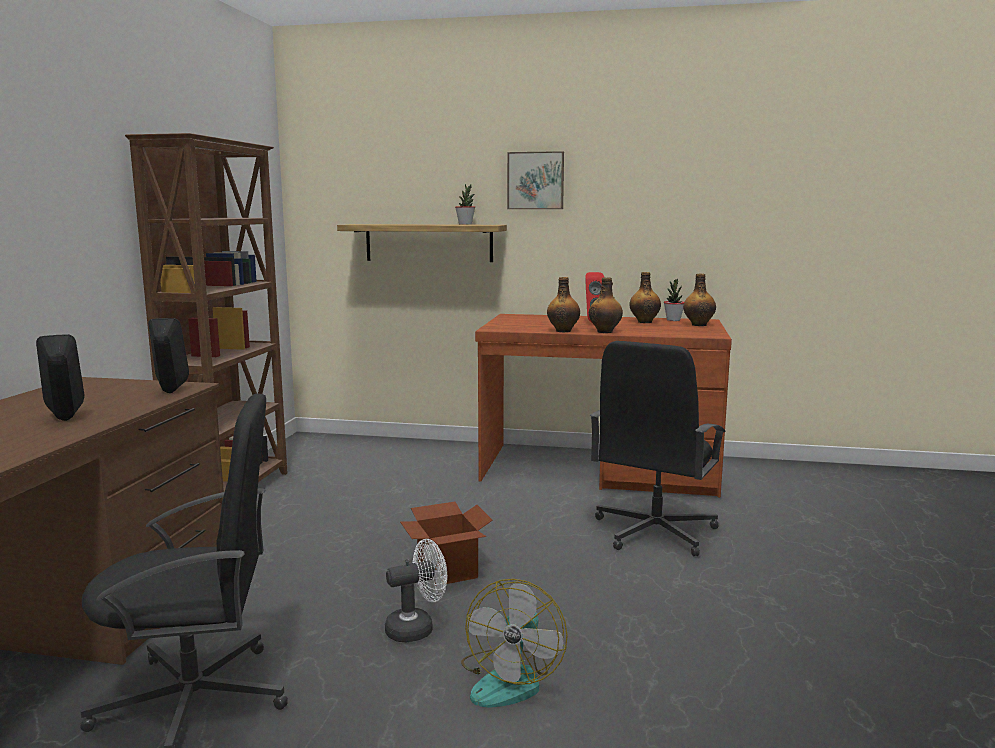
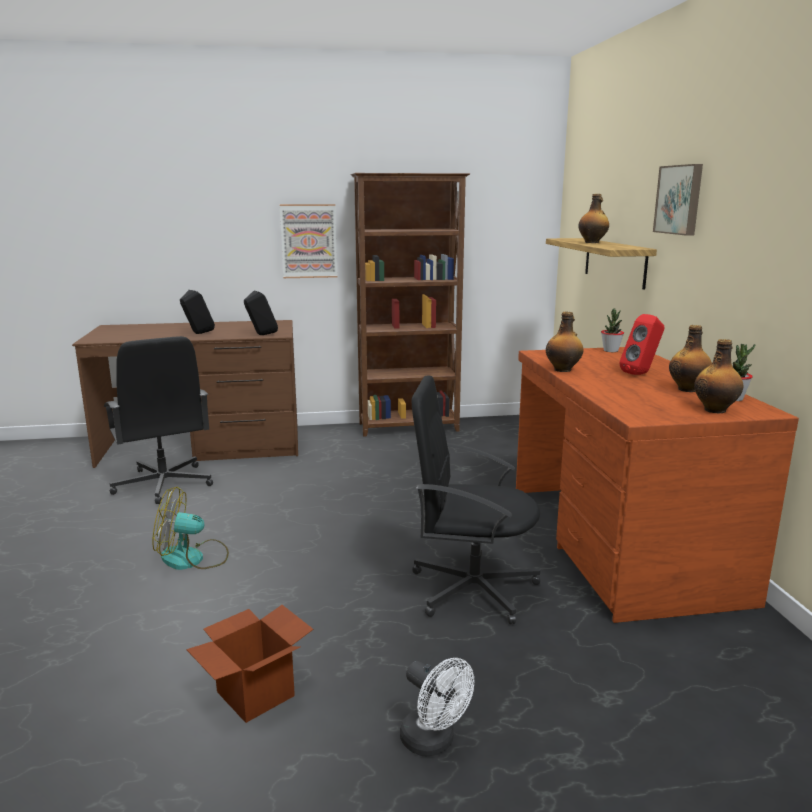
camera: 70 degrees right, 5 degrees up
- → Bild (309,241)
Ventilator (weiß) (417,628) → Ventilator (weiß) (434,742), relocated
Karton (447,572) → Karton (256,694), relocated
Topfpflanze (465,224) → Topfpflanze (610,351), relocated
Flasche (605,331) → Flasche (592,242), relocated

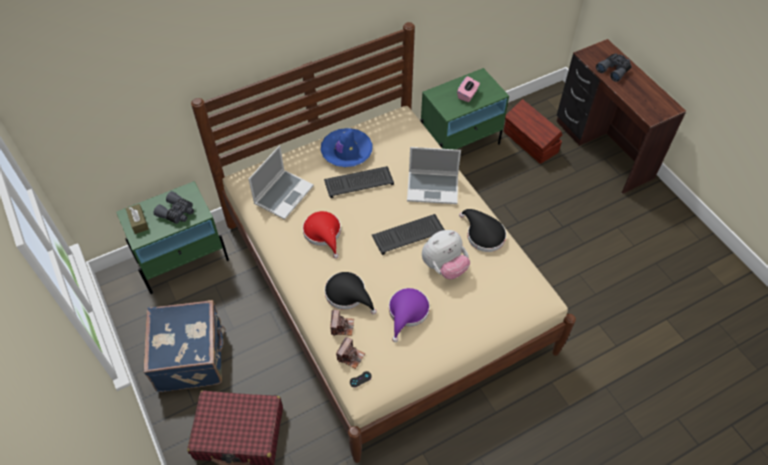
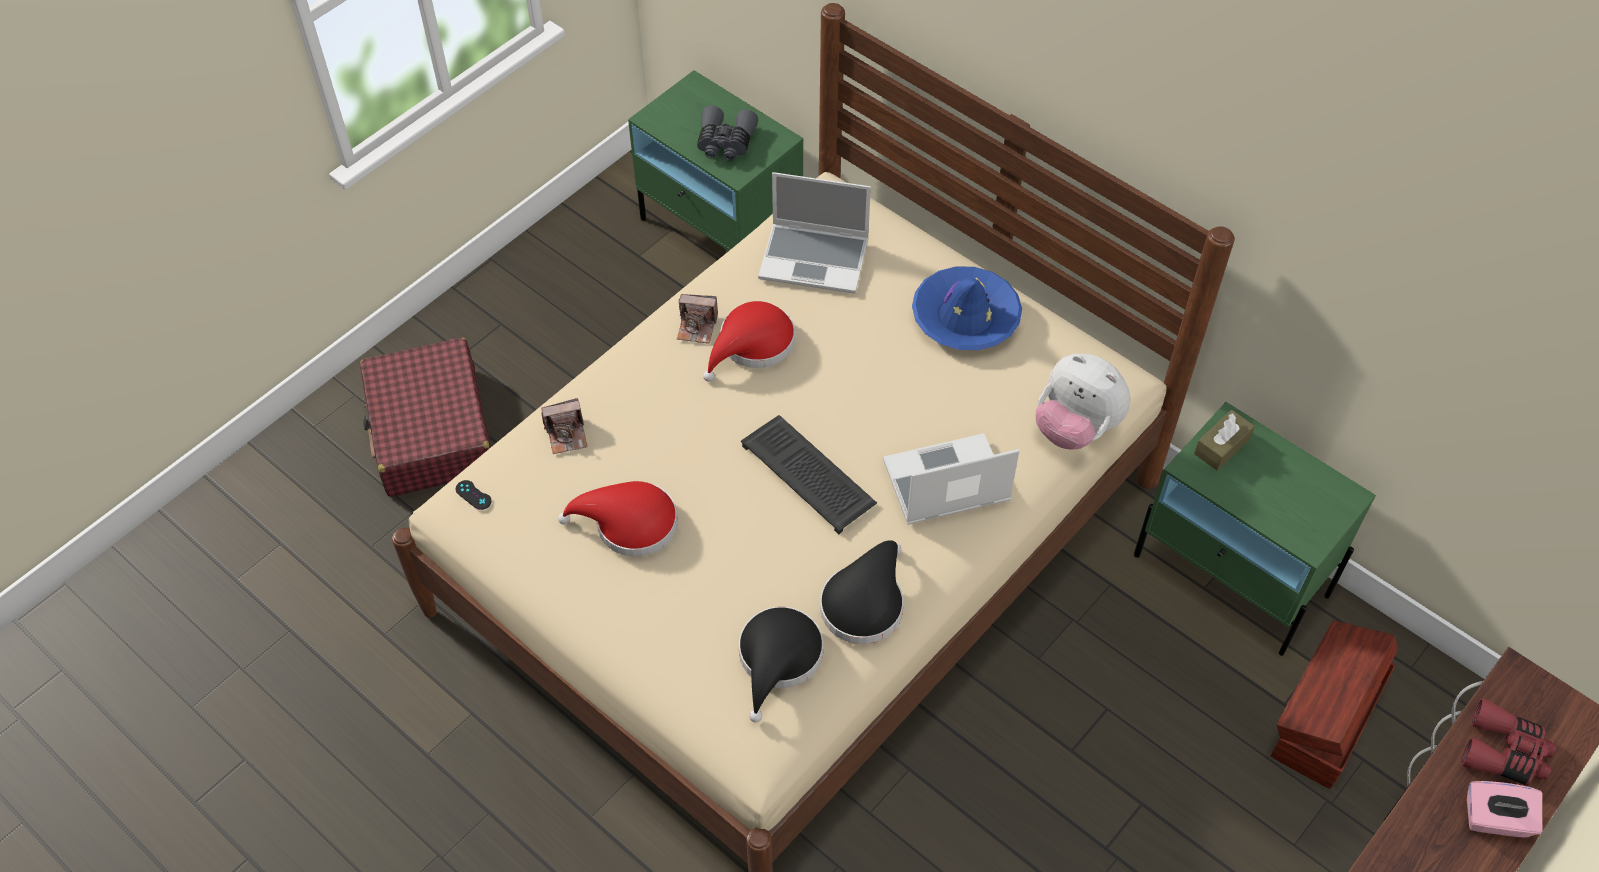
camera: 70 degrees right, 0 degrees up
Koffer (blau) (192,357) → -
Tastatur (359,182) → -
Taschentuchbox (braun) (138,222) → Taschentuchbox (braun) (1221,446), relocated
Hut (schwarz) (348,295) → Hut (schwarz) (778,659), relocated
Kamera (350,356) → Kamera (697,327), relocated
Plüschtier (444,267) → Plüschtier (1075,428), relocated
Taschentuchbox (rosa) (467,95) → Taschentuchbox (rosa) (1495,820), relocated
Hut (lila) (407,313) → Hut (rot) (629,524)
Fernglas (grau) (614,70) → Fernglas (rot) (1504,752)
Laptop (433,188) → Laptop (945,483), 90 degrees clockwise

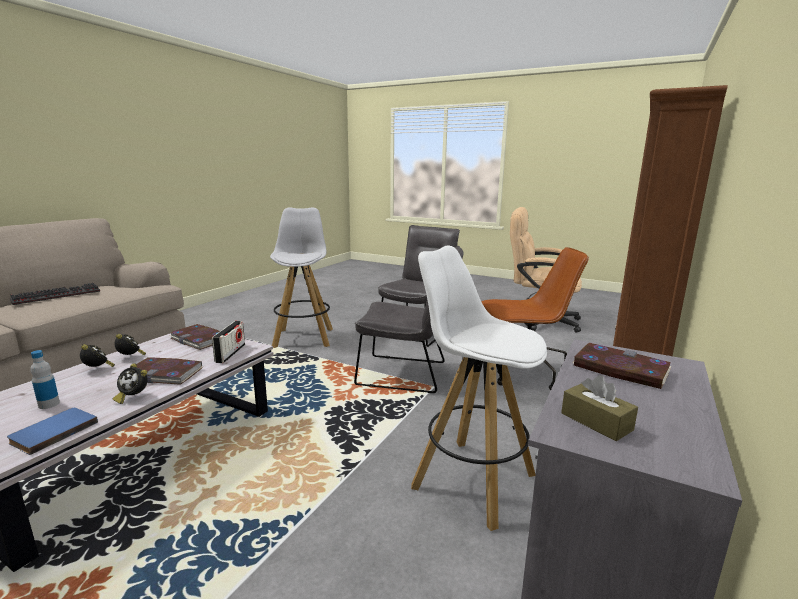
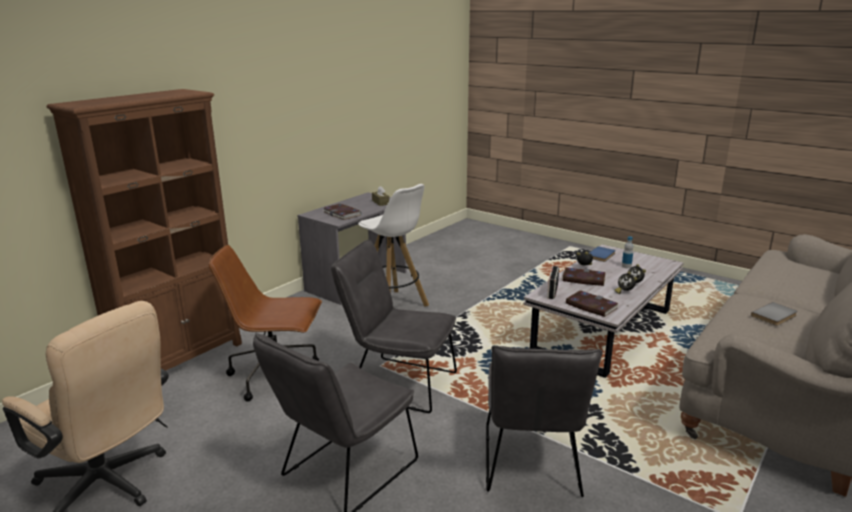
camera: 170 degrees left, 5 degrees up
Tastatur (58,295) → Buch (grau) (775,316)
Hocker (weiß) (303,337) → Stuhl (grau) (531,466)

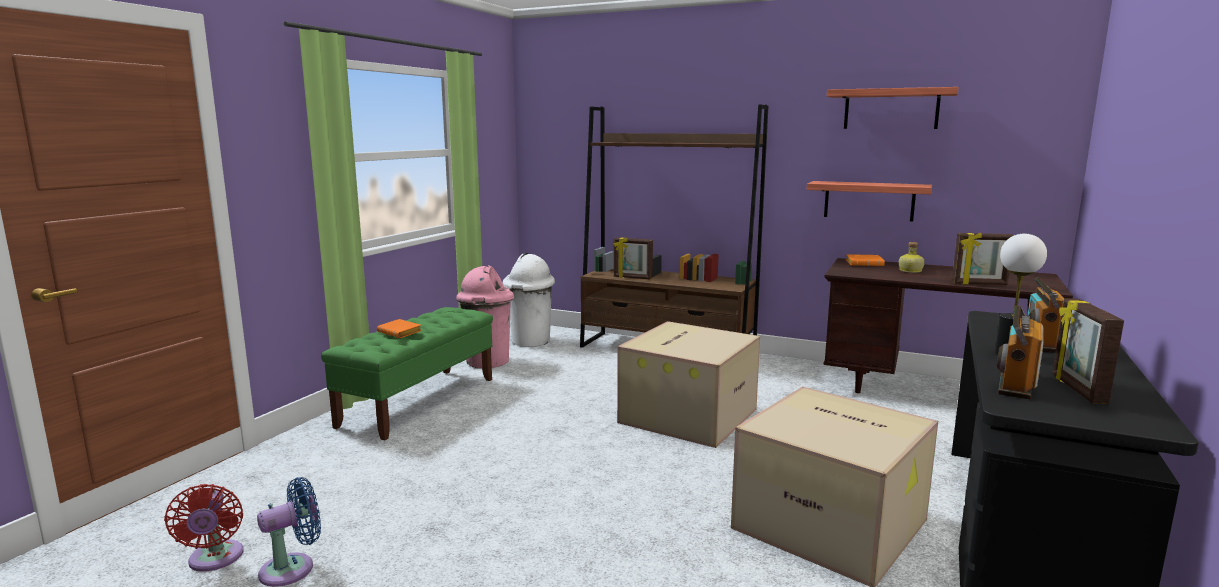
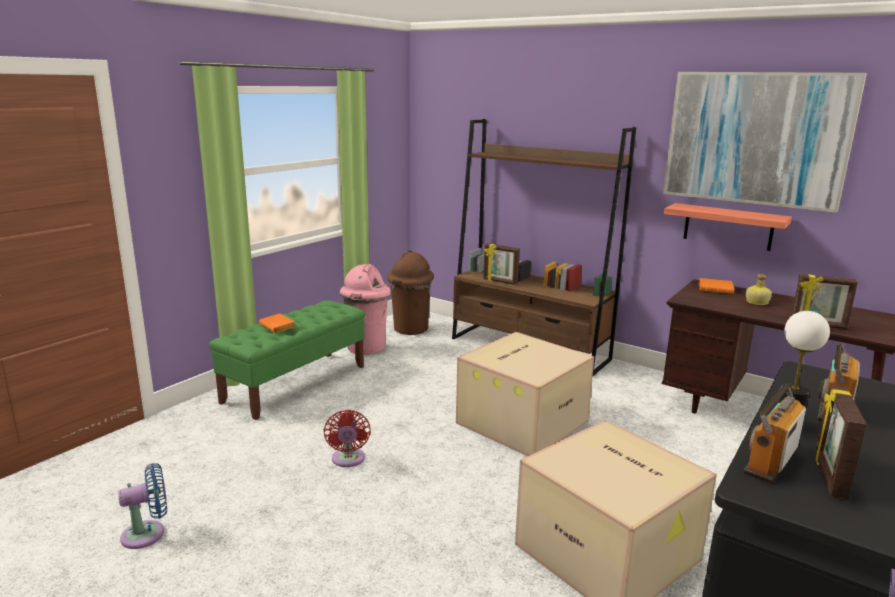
camera: 10 degrees right, 5 degrees up
Ventilator (rot) (215,560) → Ventilator (rot) (348,460), relocated
Wandregal (891,109) → Bild (756,138)
Mülleimer (weiß) (530,341) → Mülleimer (braun) (410,329)

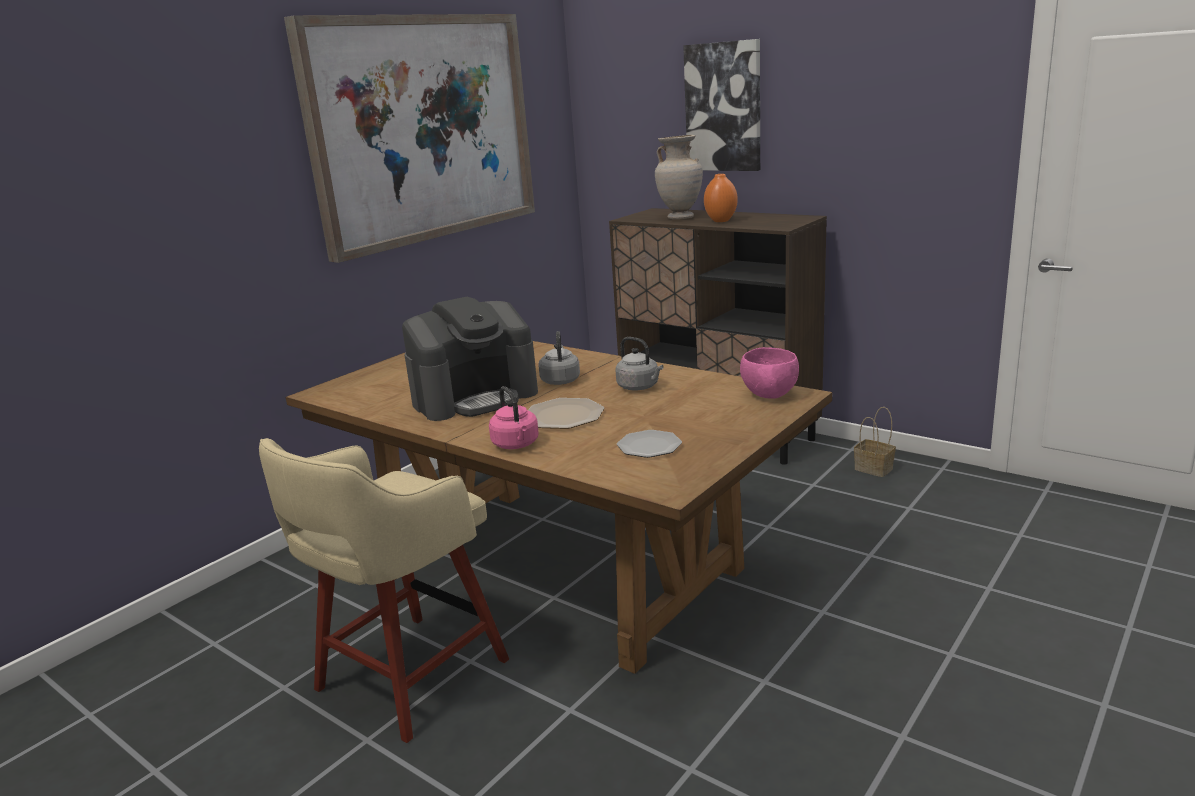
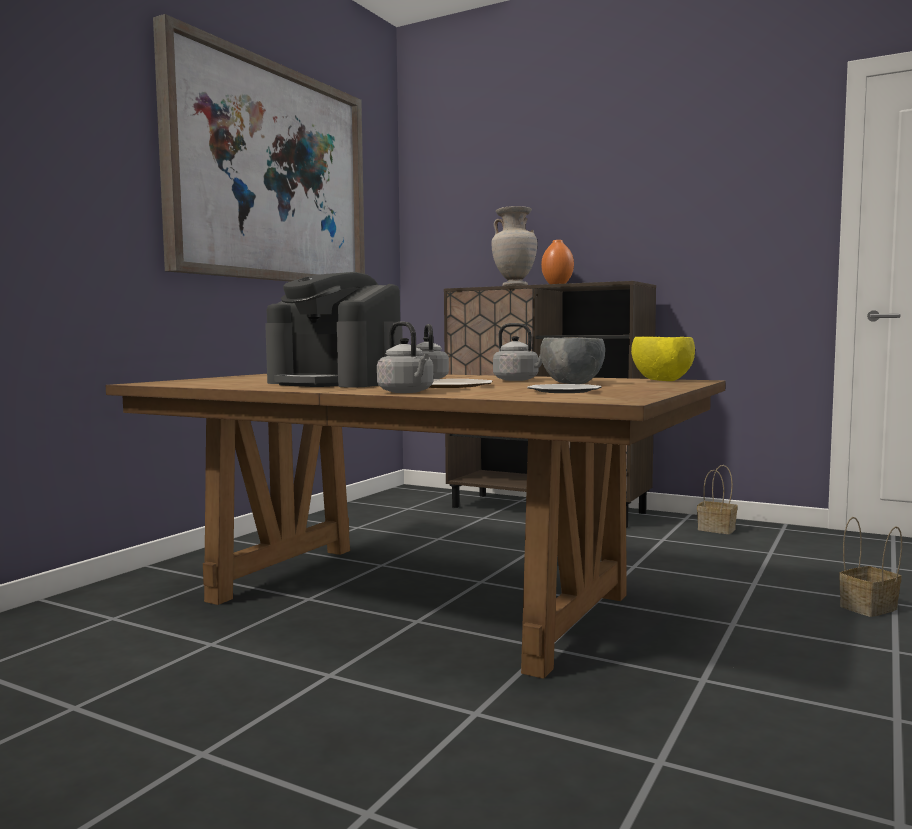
camera: 10 degrees left, 15 degrees down
Hocker (beige) (407,678) → -
Bild (723,107) → -
- → Schüssel (grau) (571,383)
- → Korb (868,608)
Wasserkessel (rosa) (516,445) → Wasserkessel (grau) (407,392)
Schüssel (rosa) (769,395) → Schüssel (gelb) (661,380)
Kaffeemaschine (475,397) → Kaffeemaschine (336,383), 75 degrees clockwise

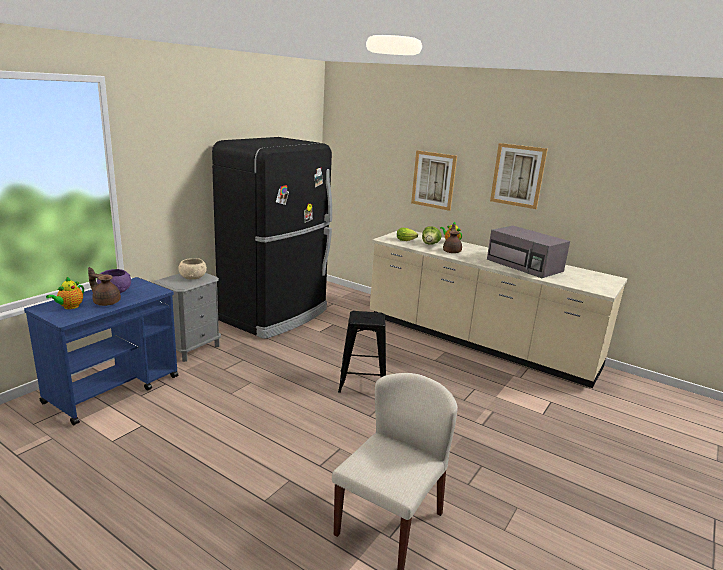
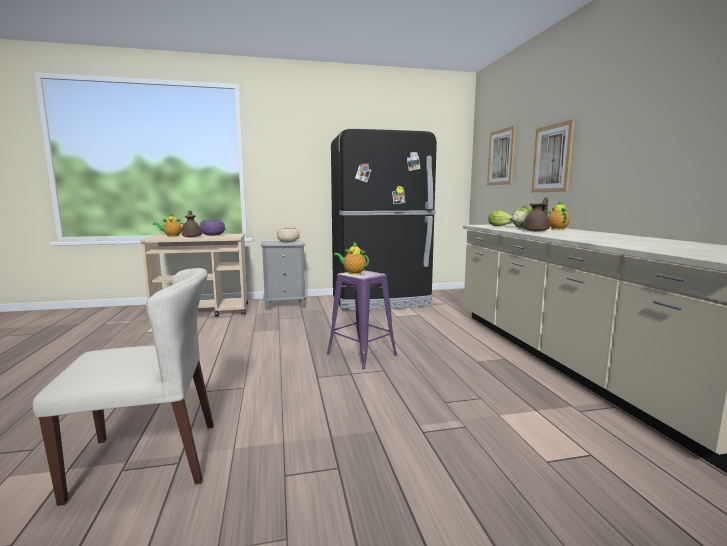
camera: 45 degrees right, 10 degrees down
Mikrowelle (grau) (525,265) → -
- → Teekanne (353,273)
Bild (518,175) → Bild (501,157), relocated
Rollwagen (blau) (114,389) → Rollwagen (beige) (203,311)
Hocker (schwarz) (362,383) → Hocker (lila) (361,354)

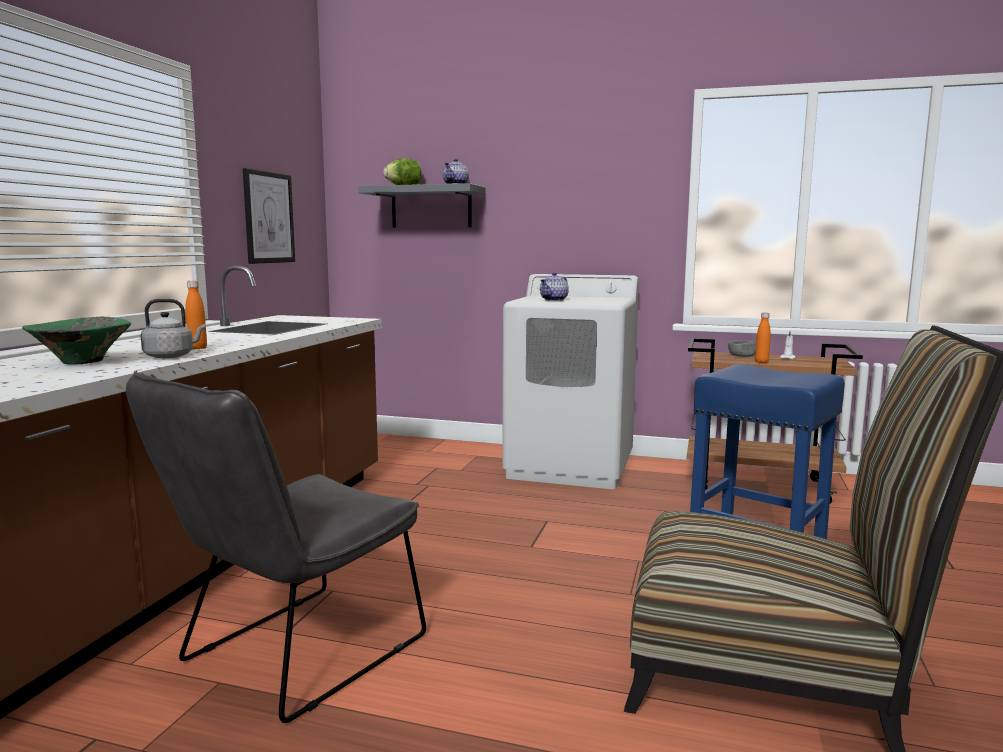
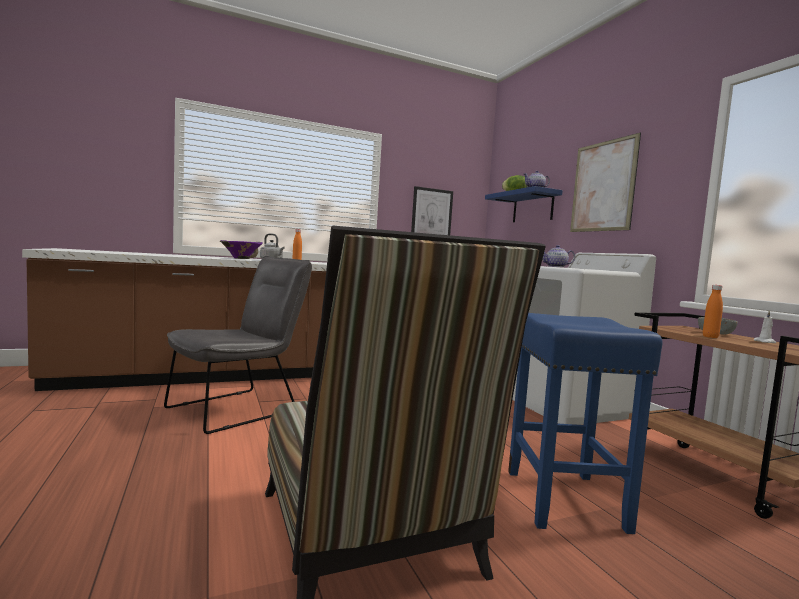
camera: 50 degrees right, 5 degrees down
- → Bild (603,186)
Schüssel (grün) (81,363) → Schüssel (lila) (241,258)
Wandregal (grau) (431,207) → Wandregal (blau) (533,207)
Stuhl (grau) (292,656) → Stuhl (grau) (240,408), 135 degrees clockwise

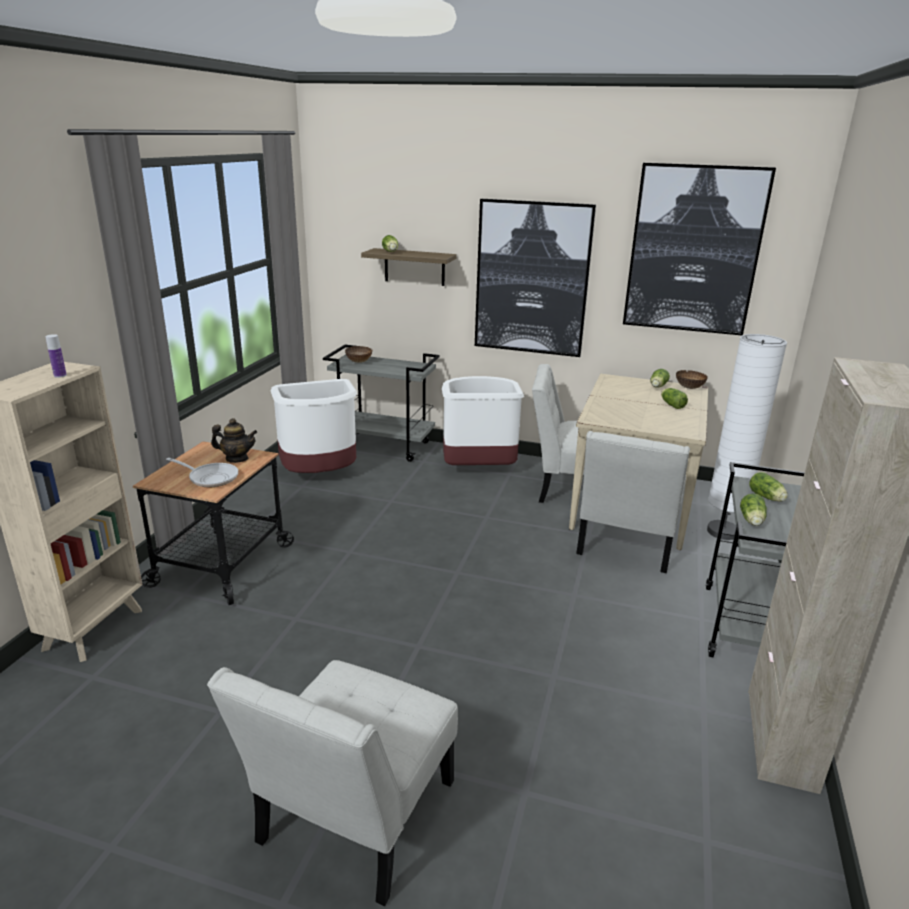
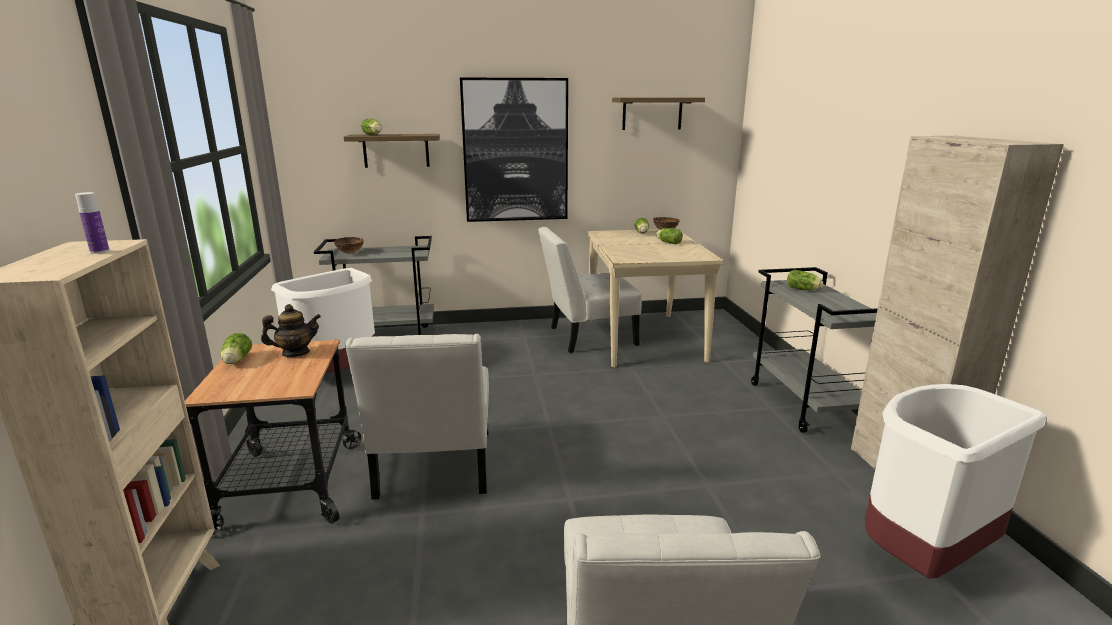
camera: 25 degrees left, 5 degrees down
Pfanne (210,478) → -
Stehlampe (weiß) (722,532) → -
Mülleimer (weiß) (477,468) → Mülleimer (weiß) (923,556), relocated
Stuhl (weiß) (625,545) → Stuhl (weiß) (433,469), relocated
Salatkopf (751,521) → Salatkopf (236,361), relocated
Bild (694,250) → Wandregal (652,113)

